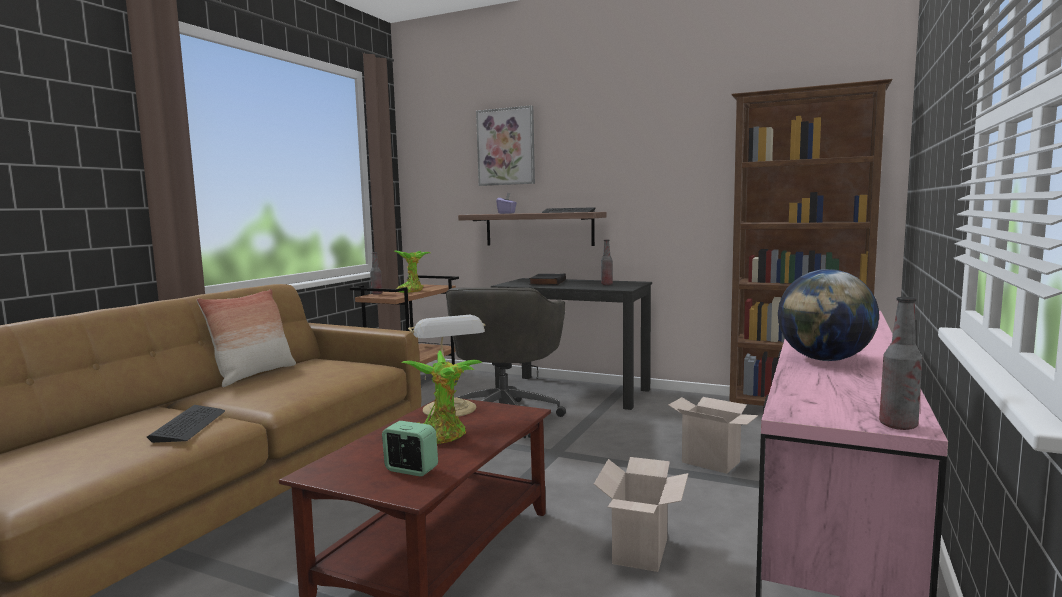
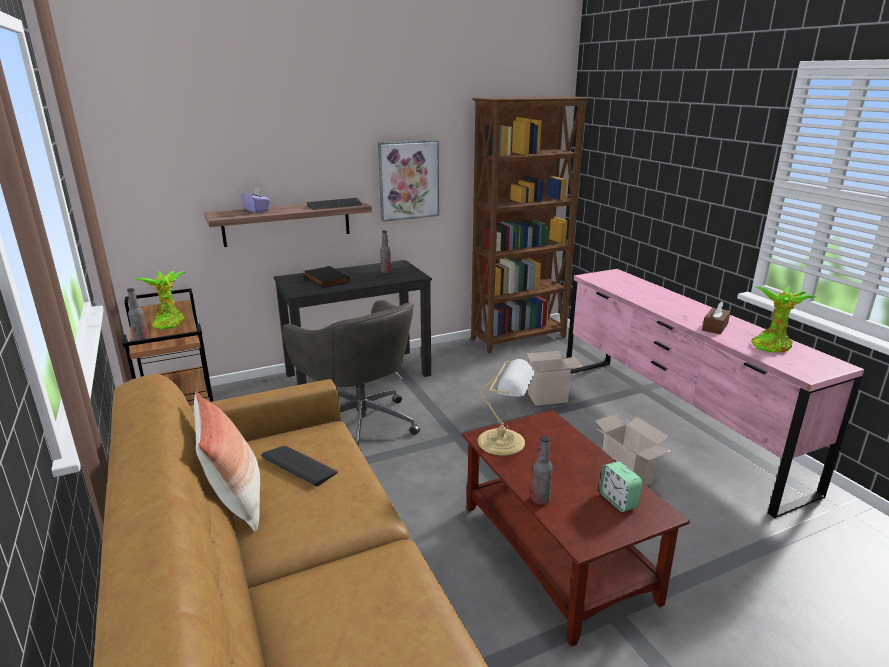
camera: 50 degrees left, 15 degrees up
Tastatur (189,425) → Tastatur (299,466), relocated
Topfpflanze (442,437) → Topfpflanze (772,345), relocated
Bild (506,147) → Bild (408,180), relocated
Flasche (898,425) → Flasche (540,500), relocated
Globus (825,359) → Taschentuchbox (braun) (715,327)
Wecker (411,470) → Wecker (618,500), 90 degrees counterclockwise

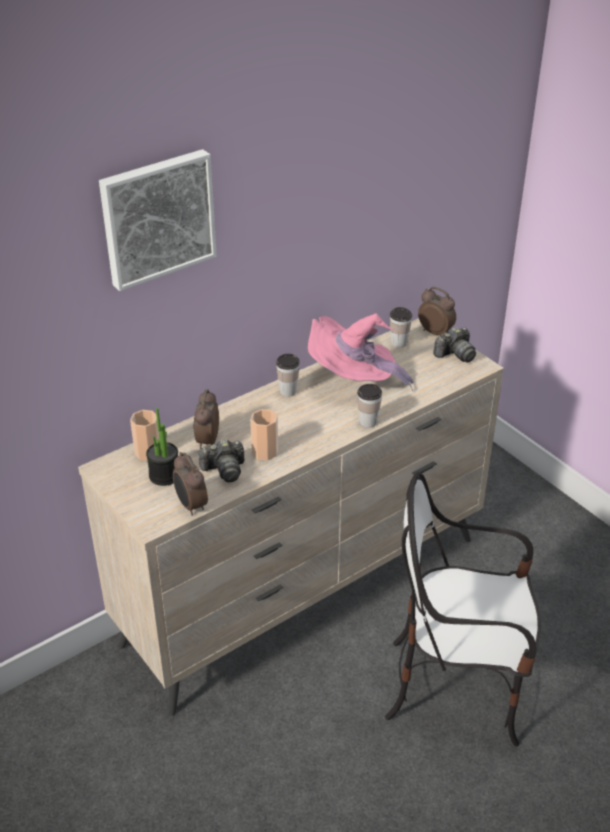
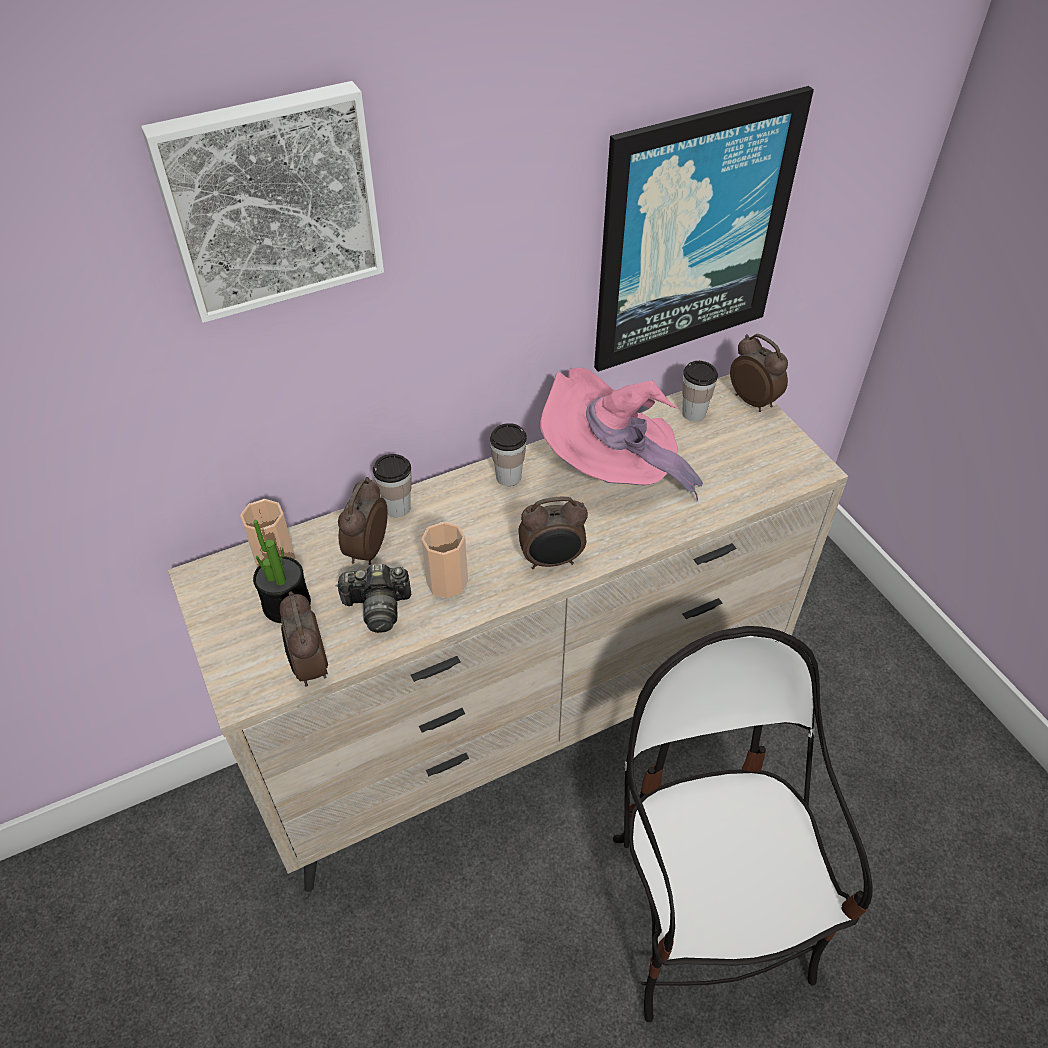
camera: 10 degrees right, 10 degrees up
Kamera (455,354) → -
- → Wecker (552,561)
- → Bild (692,234)
Tasse (368,422) → Tasse (397,508), relocated
Stuhl (457,686) → Stuhl (705,913), 60 degrees clockwise

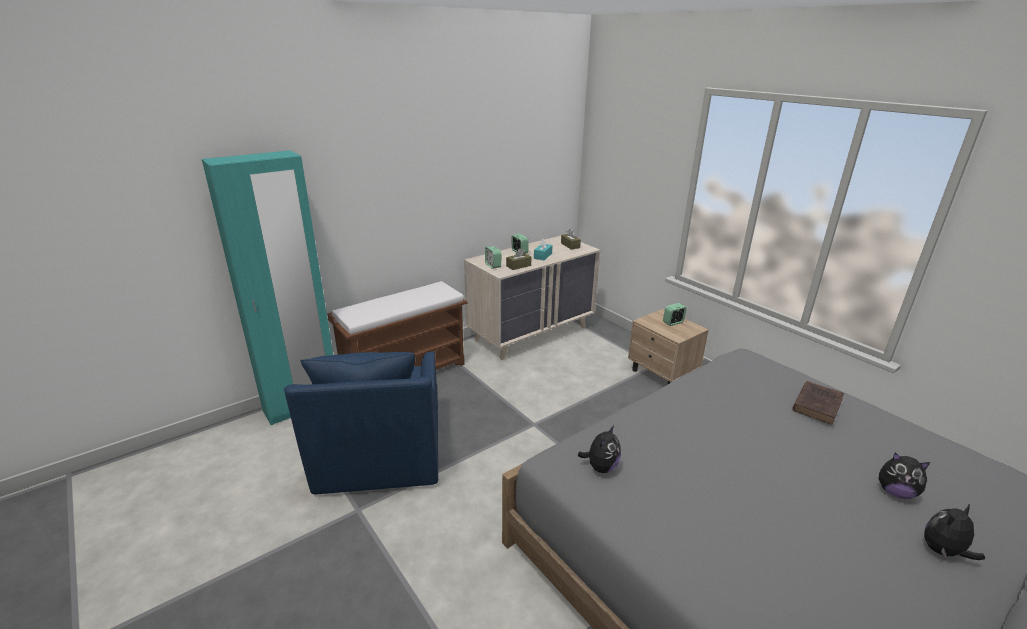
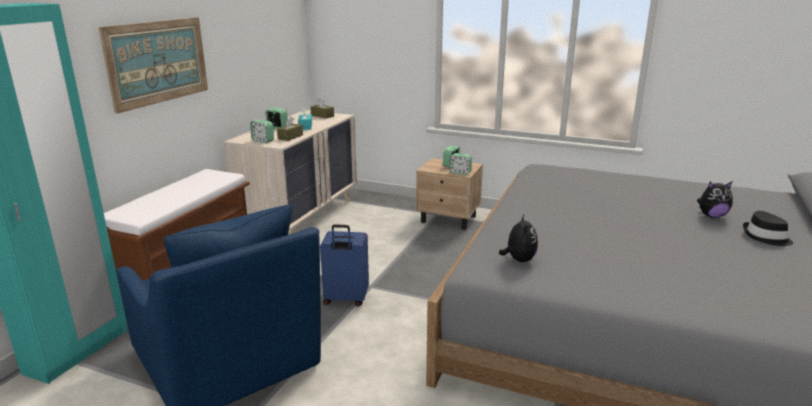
camera: 30 degrees left, 5 degrees down
Buch (braun) (817,404) → -
- → Bild (158,62)
- → Koffer (blau) (345,299)
- → Wecker (460,172)
Plüschtier (943,552) → Hut (schwarz) (766,237)

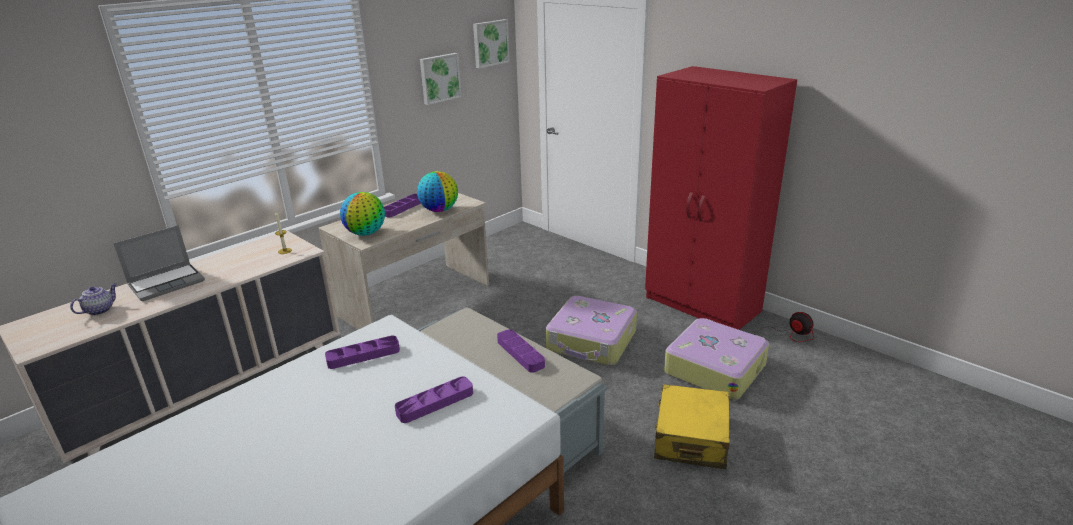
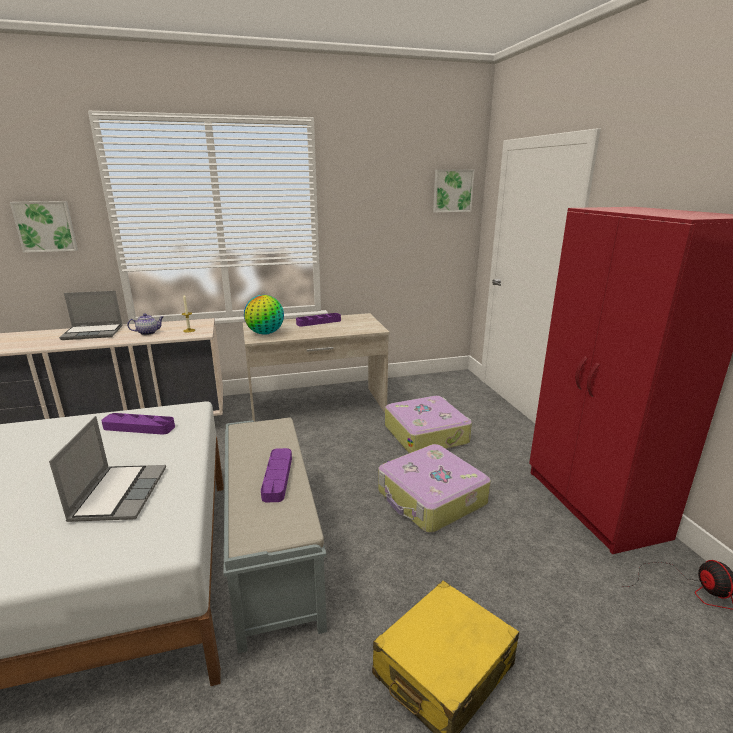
camera: 30 degrees right, 5 degrees down
Globus (439,210) → -
Teekanne (100,310) → Teekanne (148,333), relocated
Bild (439,78) → Bild (46,226), relocated
Koffer (714,368) → Koffer (426,434), relocated
Tablett (lila) (435,403) → Laptop (119,493)

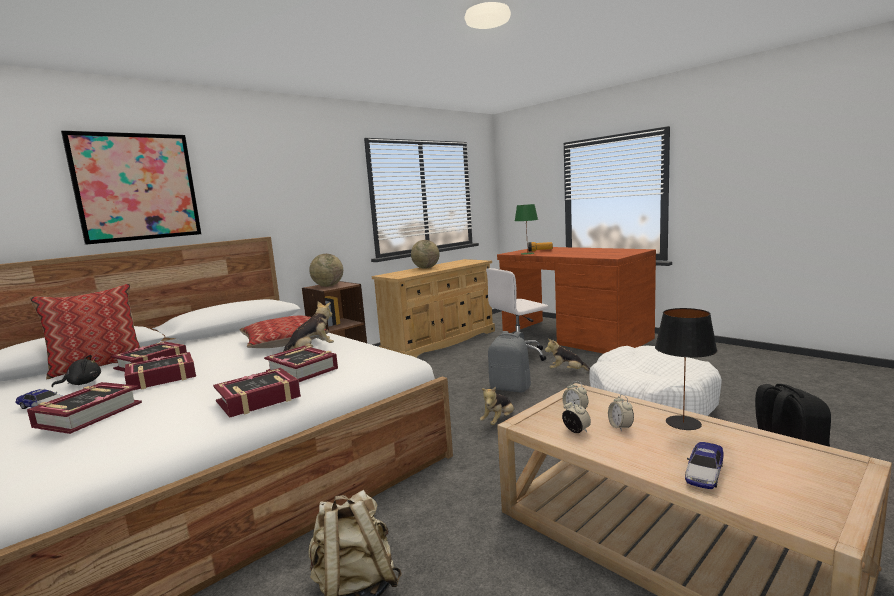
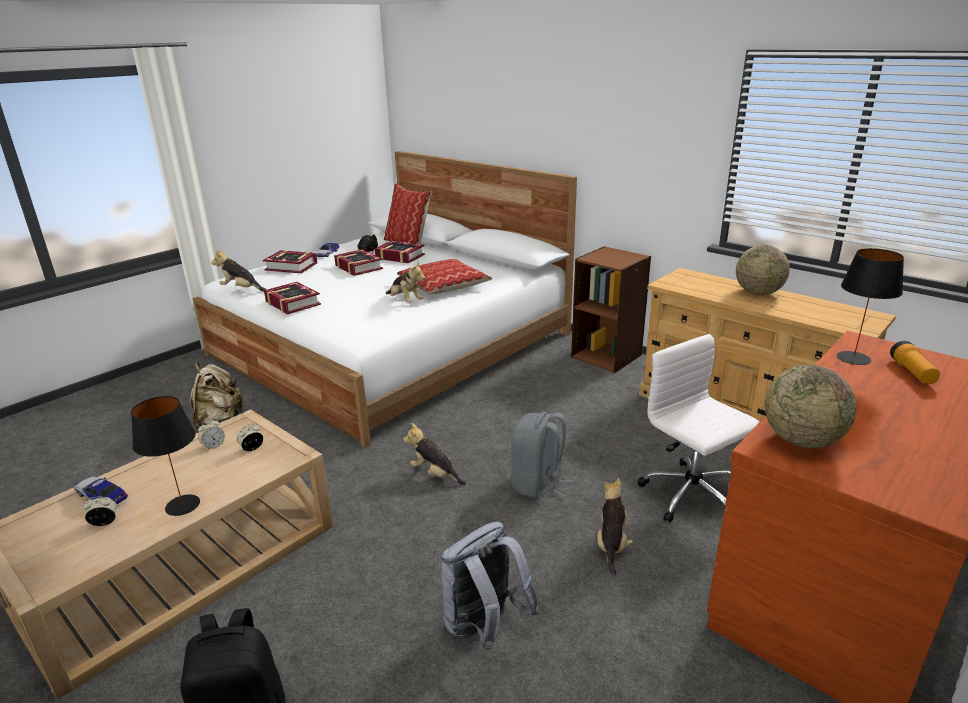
camera: 85 degrees right, 15 degrees up
Bild (136,187) → -
Buch (302,370) → -
- → Plüschtier (241,289)
Globus (328,286) → Globus (801,440), relocated
Wecker (620,427) → Wecker (105,522), relocated
Hundebett (weiß) (651,399) → Rucksack (grau) (484,628)
Tischlampe (grün) (527,253) → Tischlampe (schwarz) (854,358)

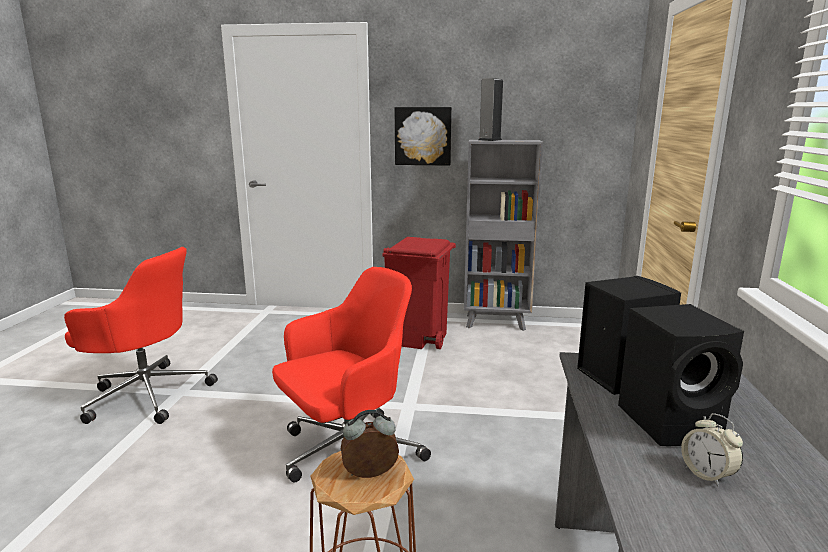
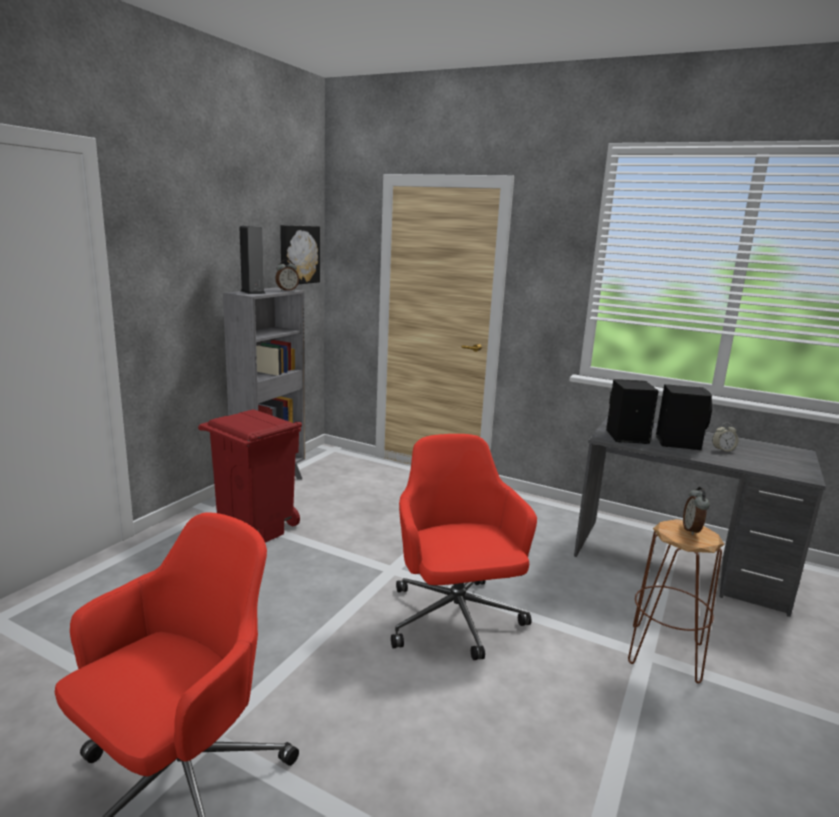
camera: 70 degrees left, 0 degrees up
- → Wecker (287,290)
Bild (423,136) → Bild (298,254), relocated

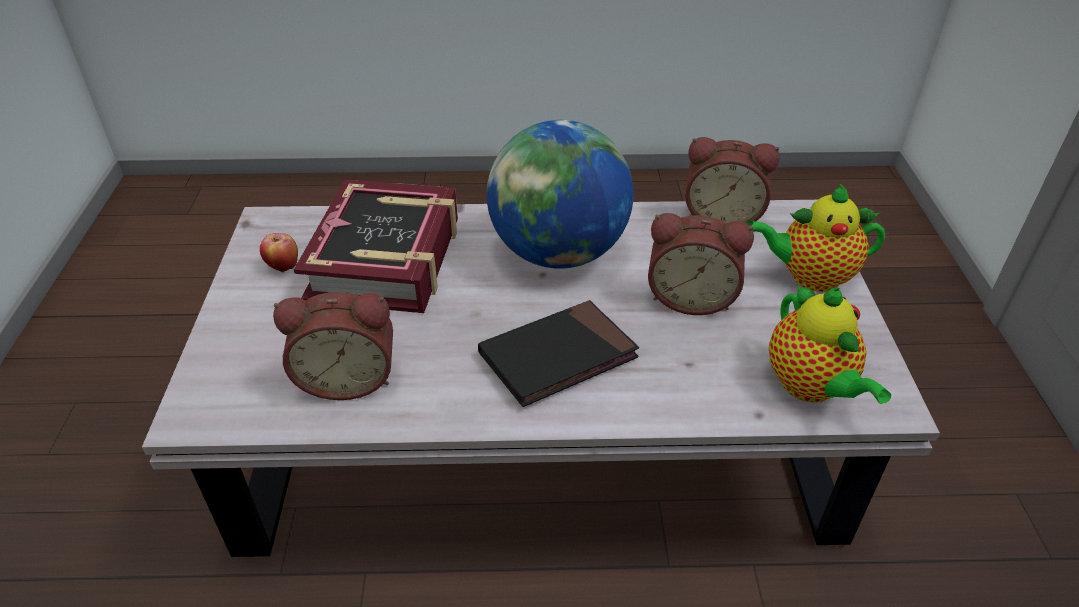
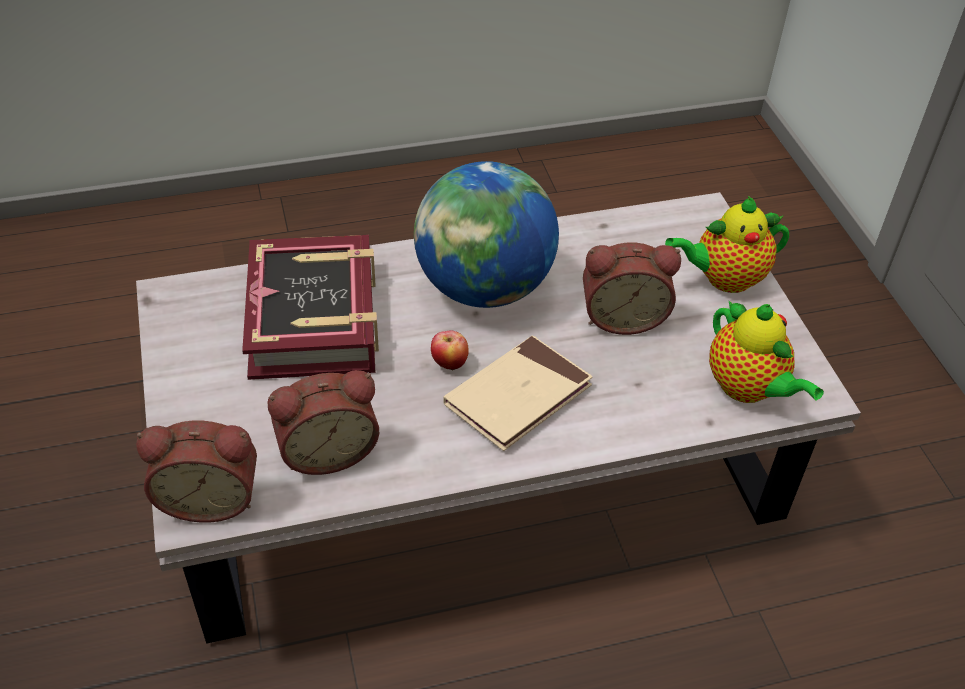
camera: 15 degrees left, 5 degrees up
Apfel (283,267) → Apfel (449,364), relocated
Wecker (722,216) → Wecker (210,497), relocated
Buch (schwarz) (558,357) → Buch (beige) (518,396)

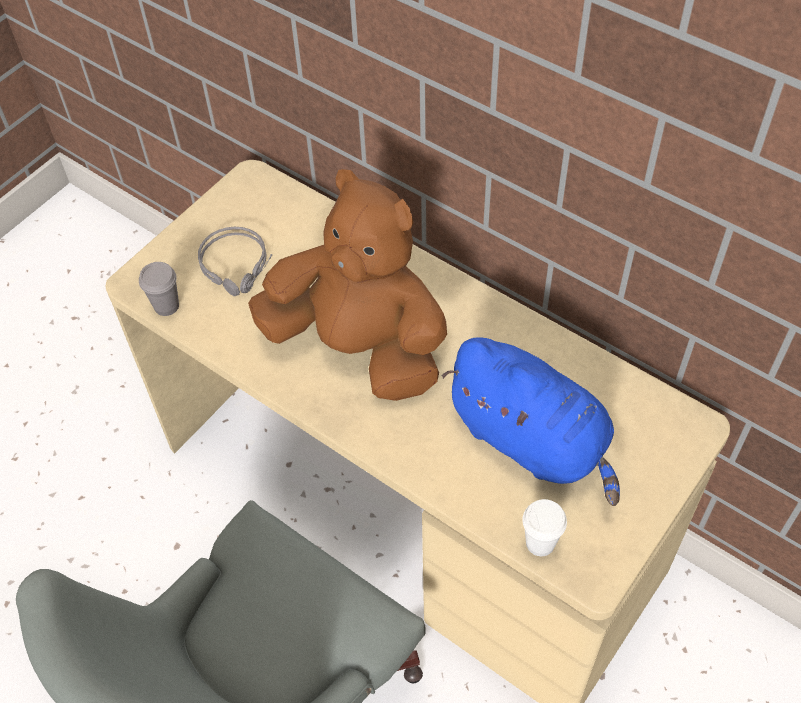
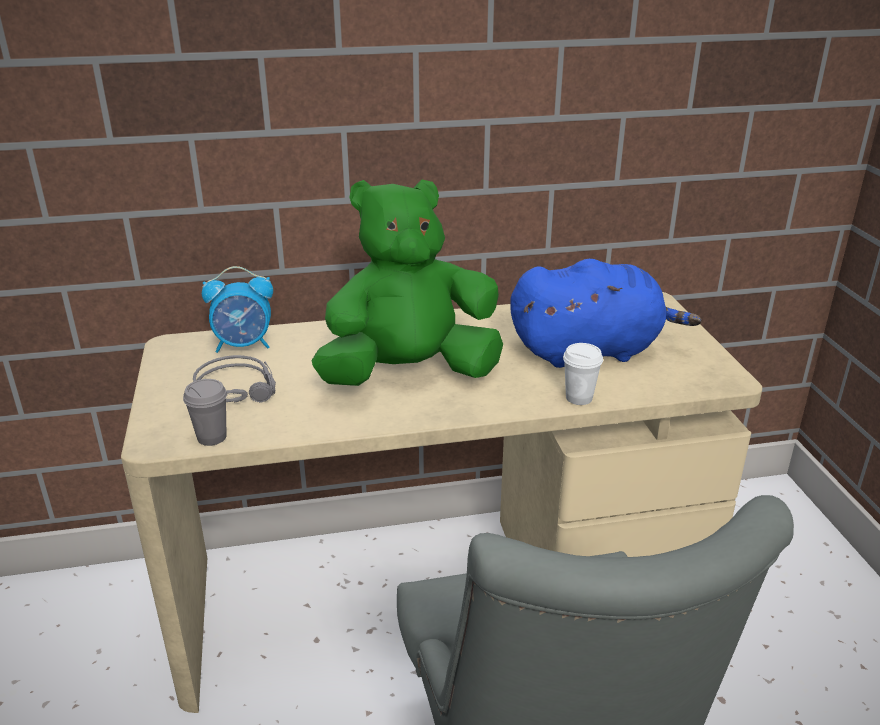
camera: 50 degrees left, 25 degrees down
- → Wecker (244,345)
Tasse (weiß) (540,543) → Tasse (weiß) (579,398), relocated
Plüschtier (braun) (360,347) → Plüschtier (grün) (410,374)

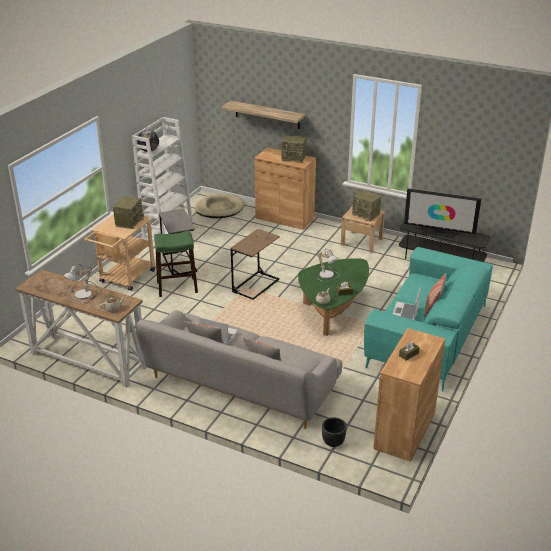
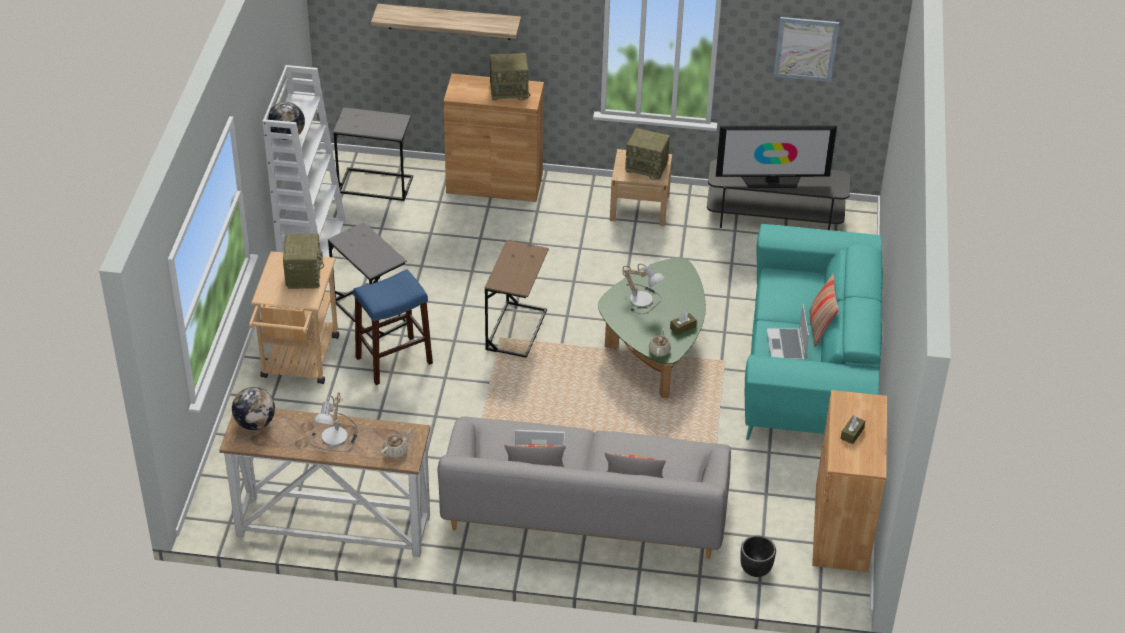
camera: 20 degrees left, 10 degrees up
- → Globus (255,423)
- → Bild (806,49)
Hundebett (beige) (219,209) → Beistelltisch (grau) (375,185)
Hocker (grün) (177,287) → Hocker (blau) (393,360)

